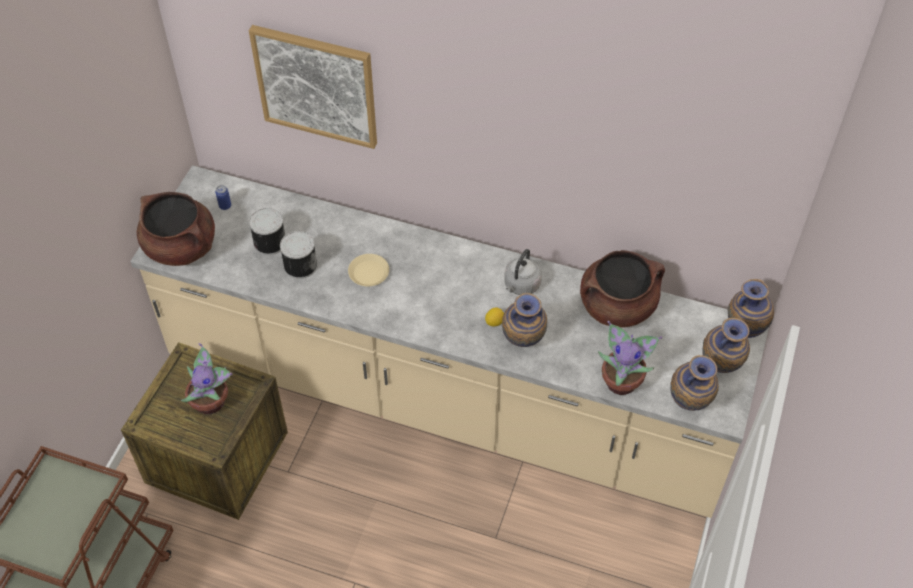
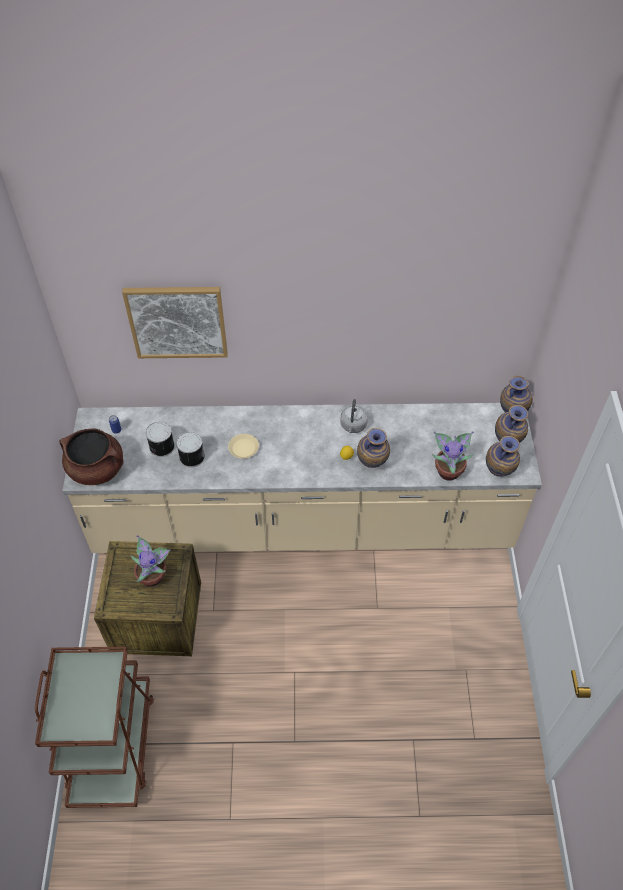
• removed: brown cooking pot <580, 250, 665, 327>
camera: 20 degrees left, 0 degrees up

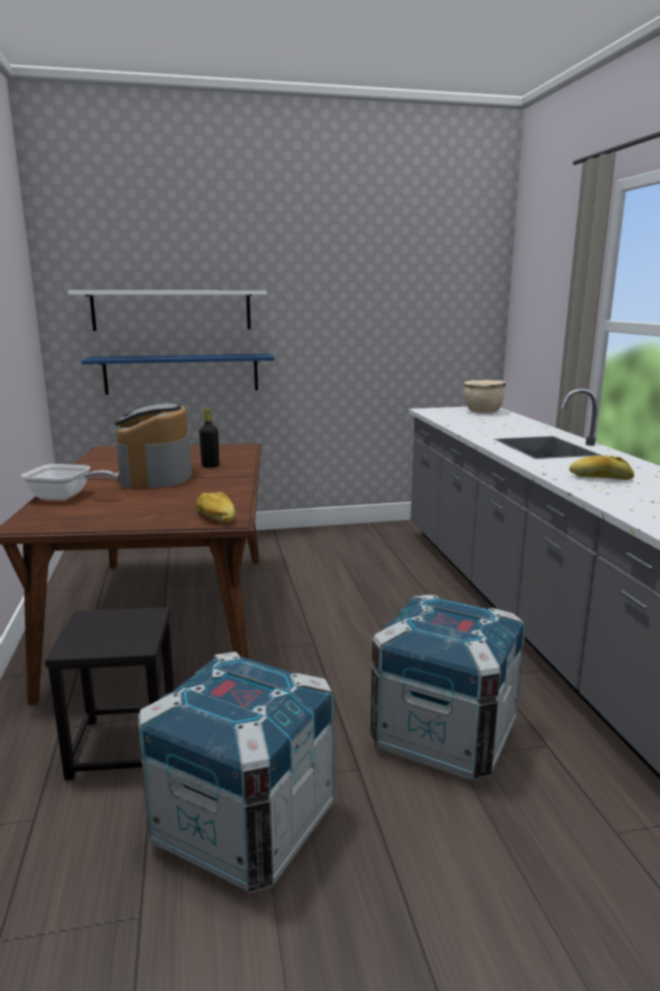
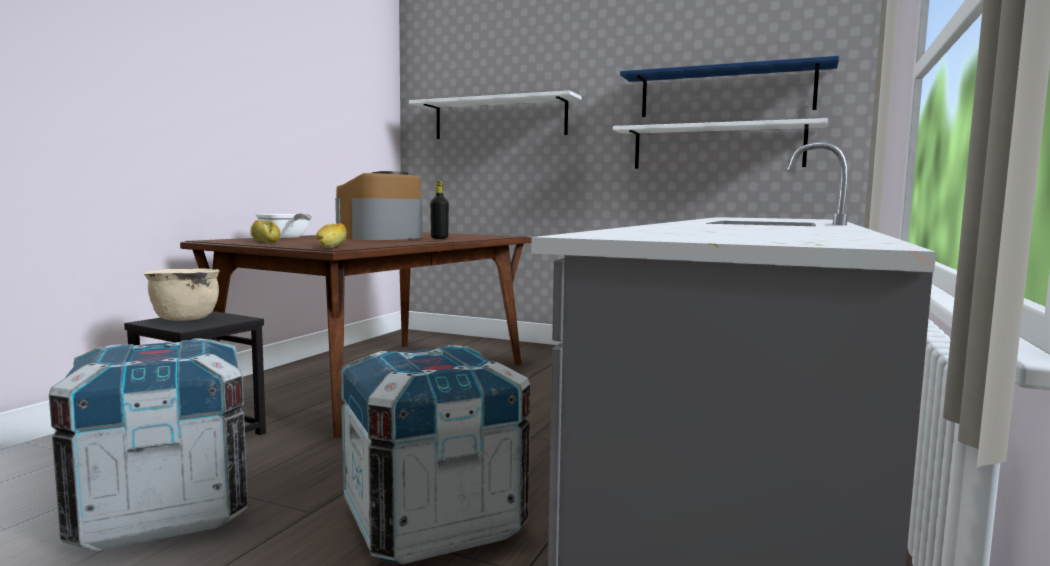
• moved: beige cooking pot <464, 380, 506, 413> to <144, 268, 220, 321>
• moved: bread <569, 455, 634, 480> to <250, 220, 280, 243>
• added: white shelf <613, 118, 828, 169>
• moved: blue shelf <82, 354, 274, 395> to <620, 56, 839, 117>
camera: 35 degrees right, 10 degrees down

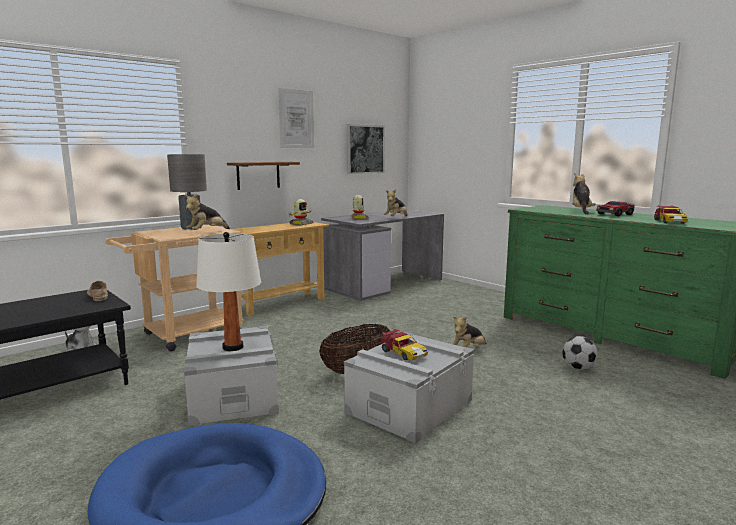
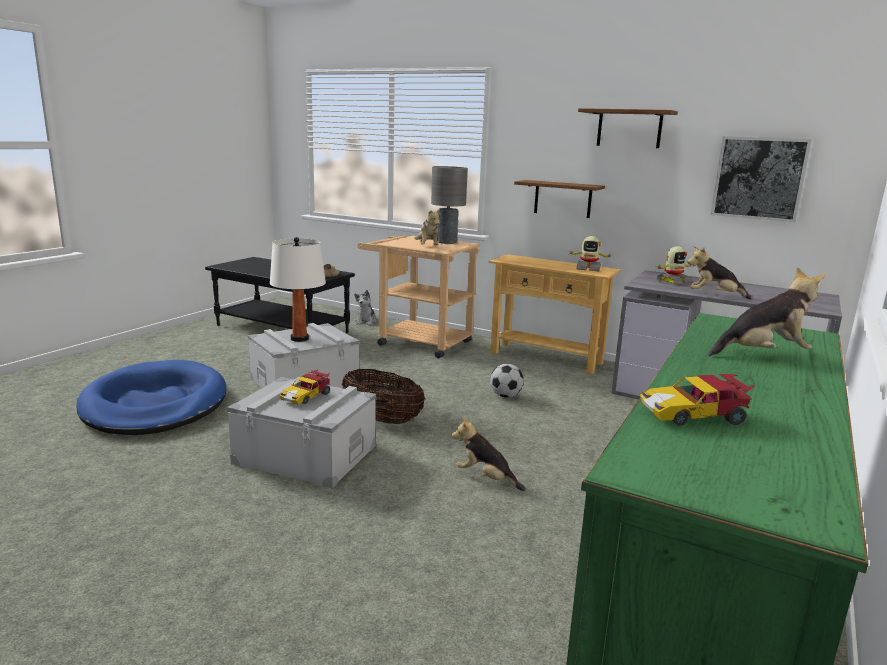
• turned: plush toy <184, 193, 230, 230> = <414, 208, 440, 245> 120 degrees counterclockwise
• moved: football <562, 336, 598, 370> to <490, 364, 524, 398>
• replaced: picture <278, 88, 314, 148> to brown shelf <578, 108, 678, 148>
• removed: toy car <596, 201, 635, 216>
camera: 70 degrees right, 5 degrees up

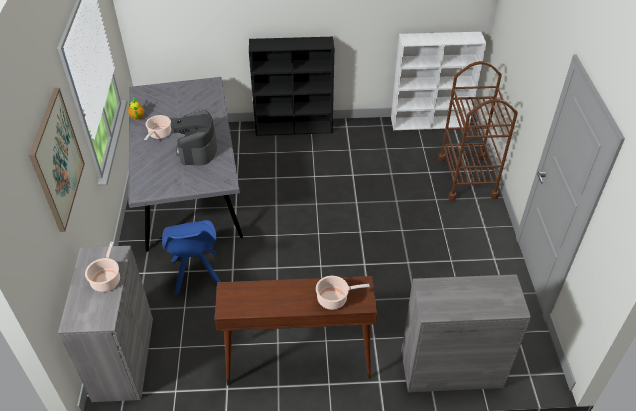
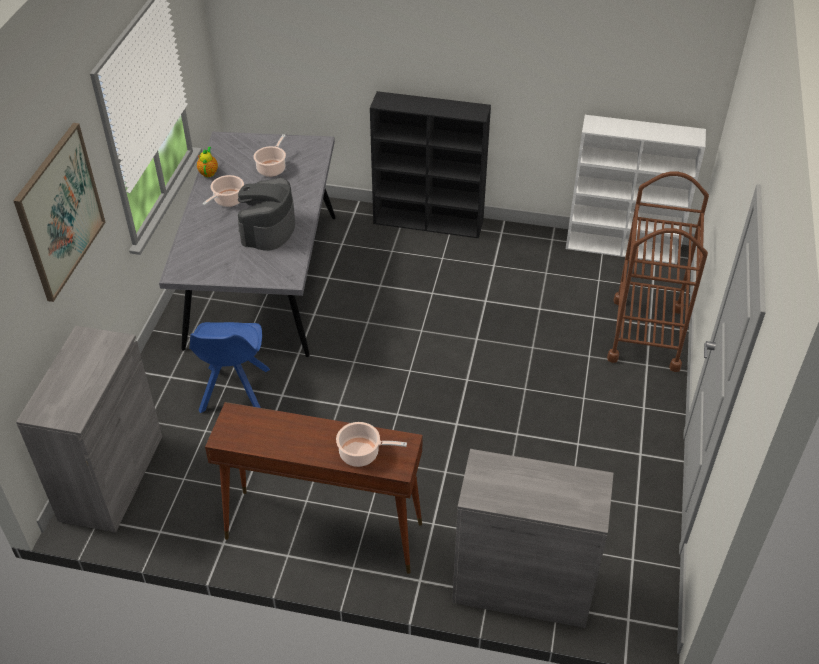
• moved: cooking pot <85, 242, 120, 292> to <254, 134, 286, 177>
camera: 15 degrees right, 0 degrees up

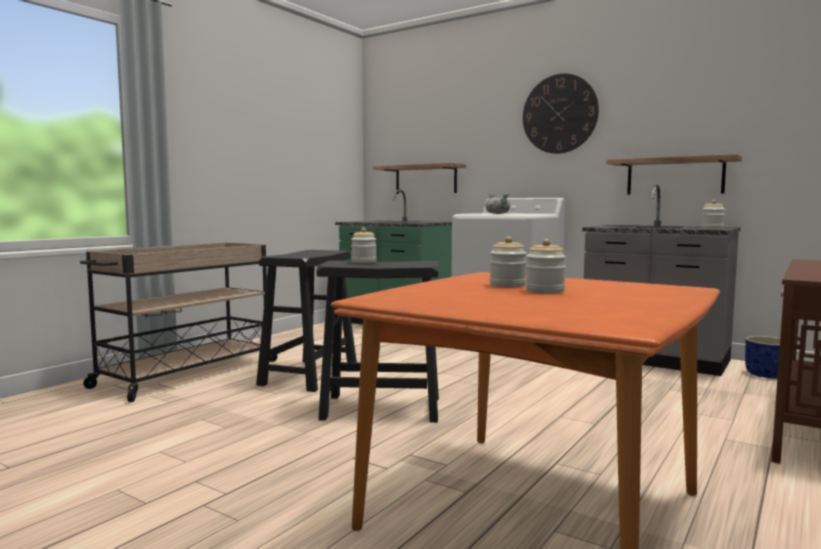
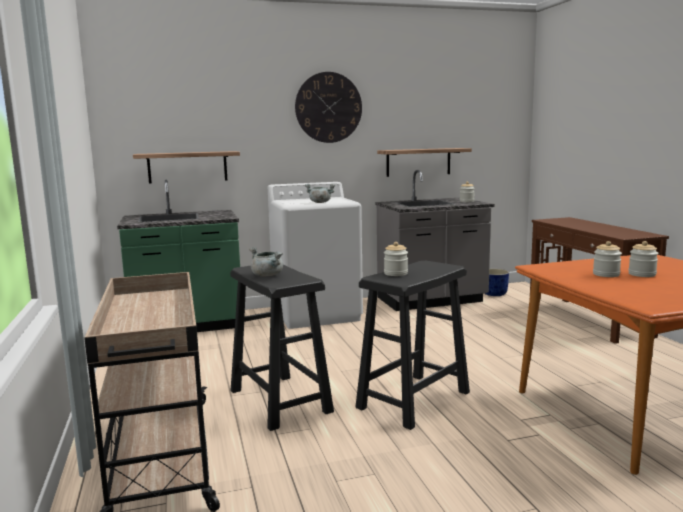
• added: grey cooking pot <249, 247, 283, 277>
camera: 50 degrees left, 5 degrees up

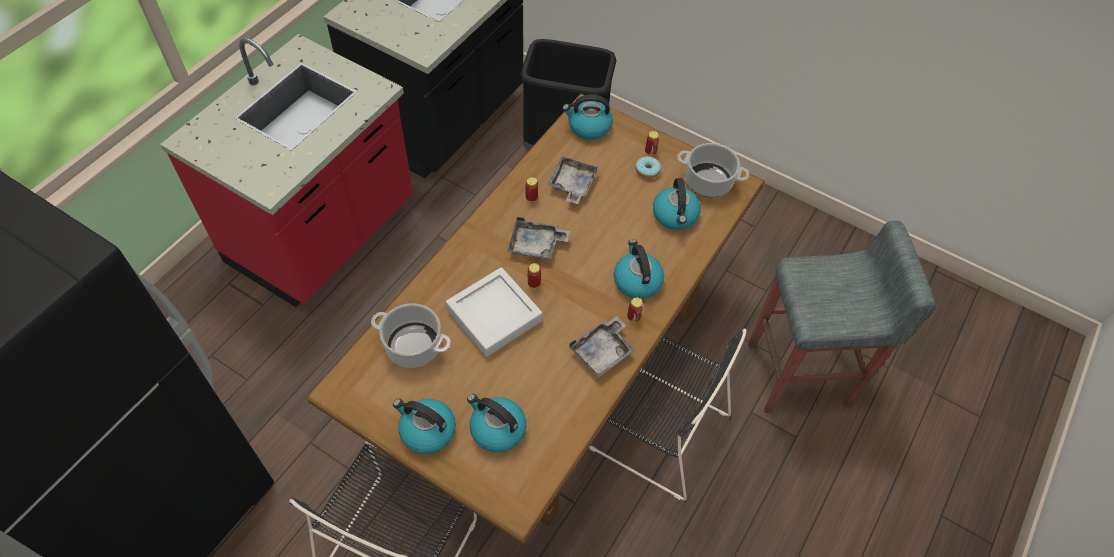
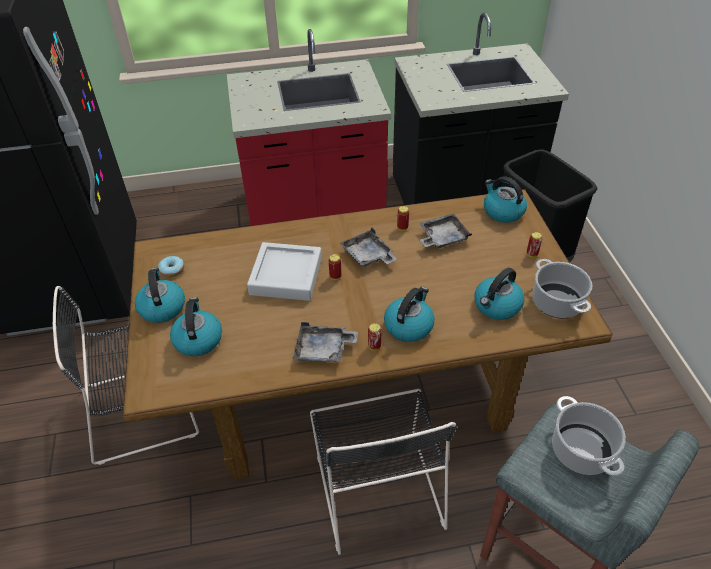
• moved: donut <636, 156, 661, 179> to <158, 256, 184, 277>
• moved: cooking pot <371, 303, 451, 368> to <552, 396, 626, 476>
camera: 50 degrees right, 10 degrees down

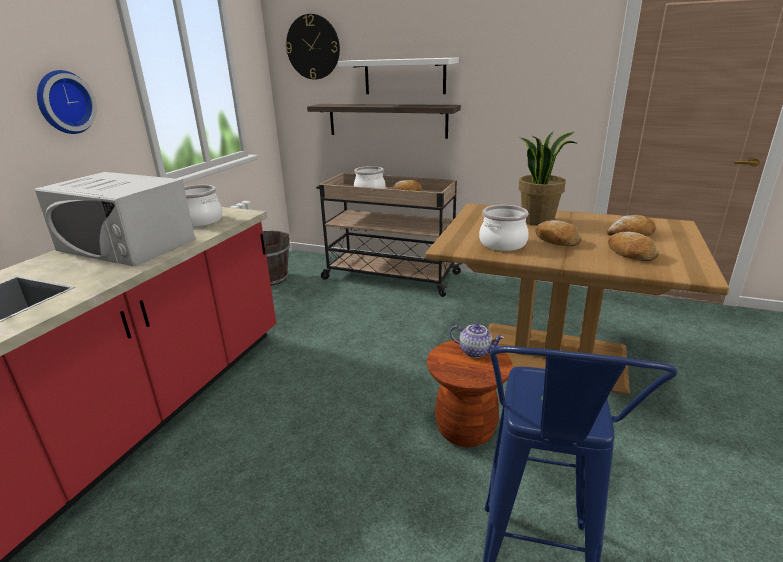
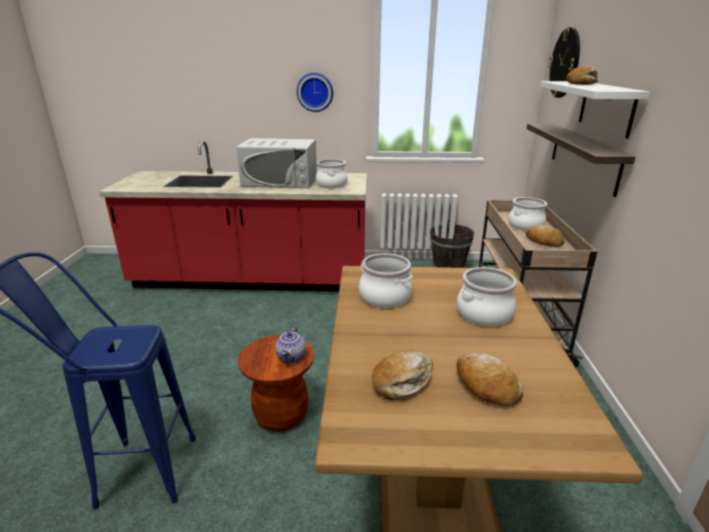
• turned: white microwave <35, 172, 195, 267> = <236, 138, 317, 188> 90 degrees counterclockwise
• replaced: potted plant <519, 132, 576, 226> to cooking pot <457, 267, 517, 326>
• moved: bread <535, 220, 581, 246> to <566, 66, 600, 85>
camera: 70 degrees right, 0 degrees up

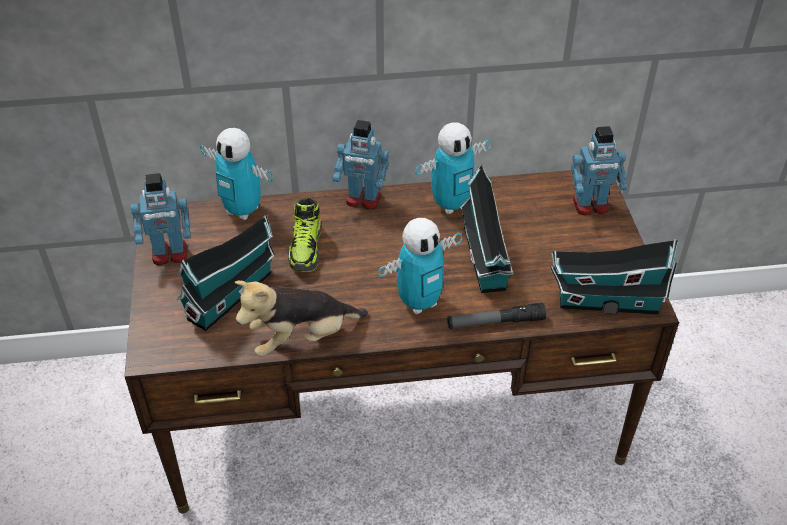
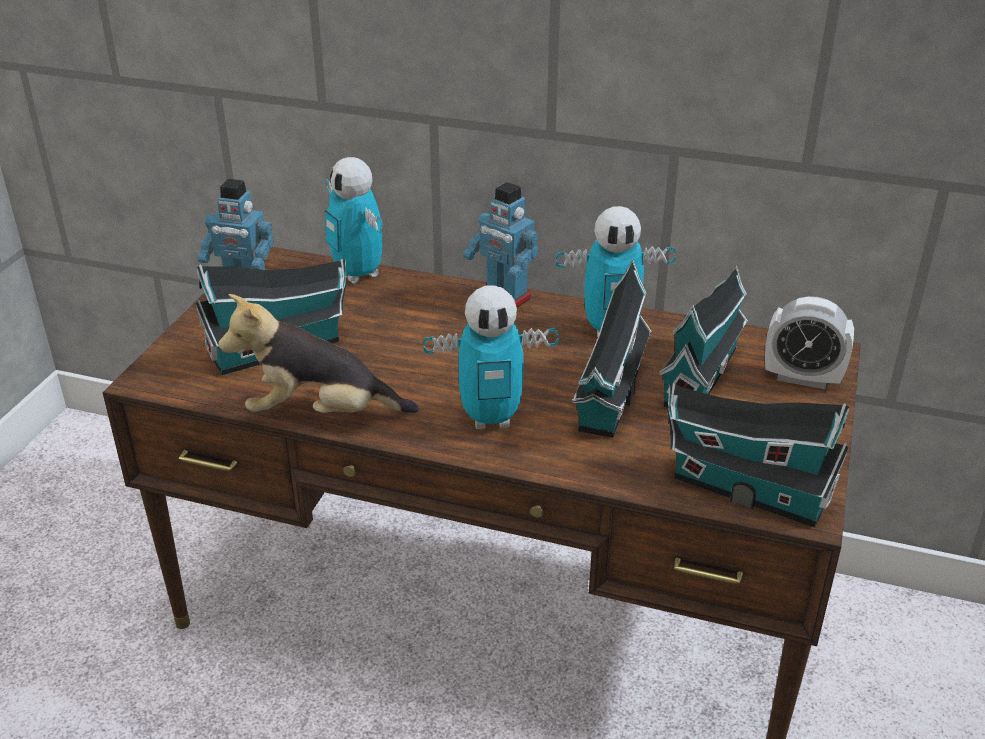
• added: toy house <659, 266, 748, 408>
• replaced: toy robot <571, 126, 627, 215> to alarm clock <765, 296, 854, 389>
• removed: shoe <288, 197, 321, 272>
• removed: flashlight <447, 303, 546, 329>
camera: 25 degrees right, 10 degrees down

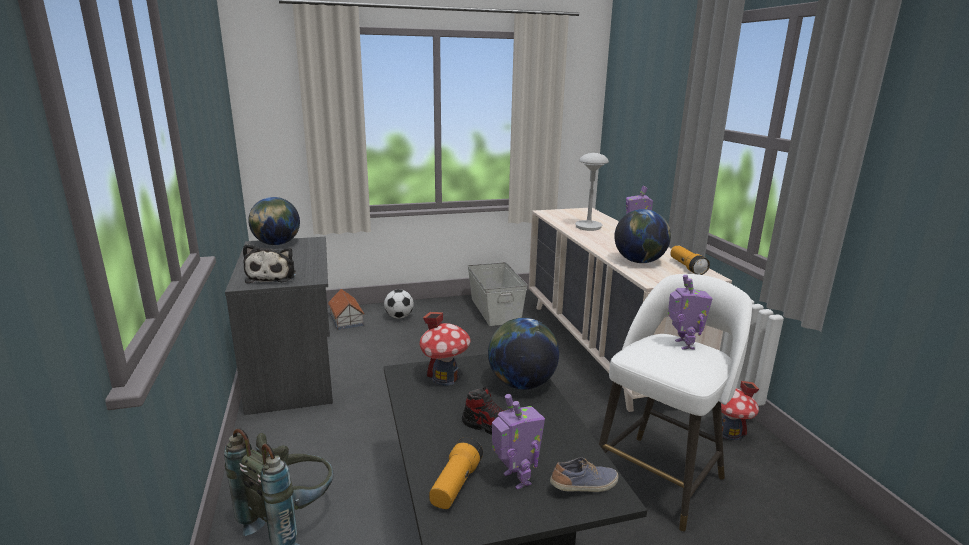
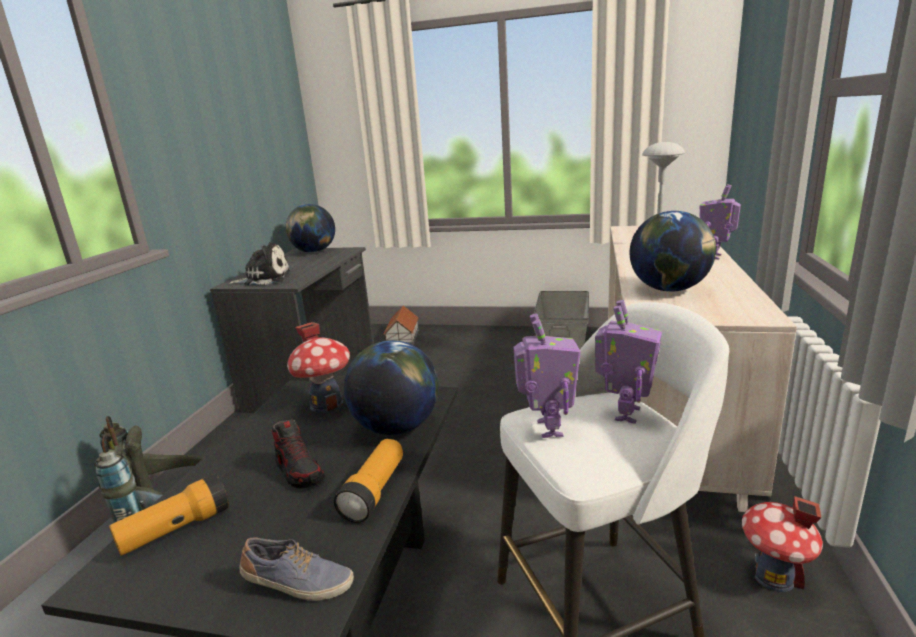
• turned: plush toy <243, 244, 296, 283> = <228, 242, 290, 285> 120 degrees counterclockwise
• moved: flashlight <670, 246, 710, 275> to <334, 439, 403, 523>
• moved: toy robot <492, 394, 545, 490> to <513, 314, 581, 438>
• removed: football <384, 289, 414, 319>
camera: 30 degrees right, 0 degrees up

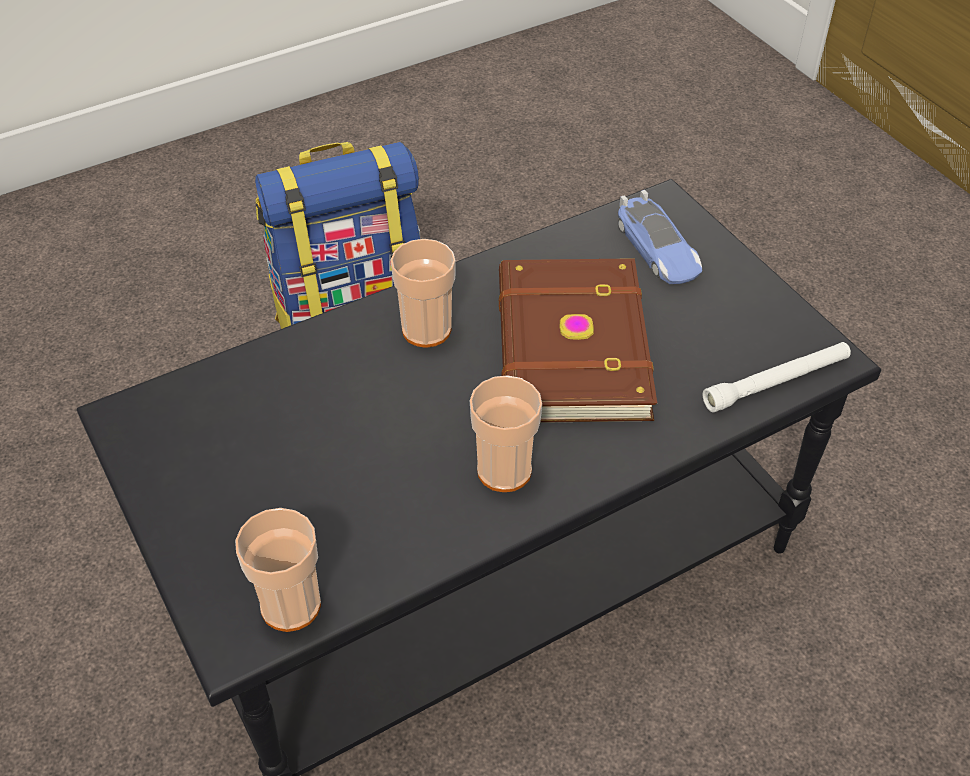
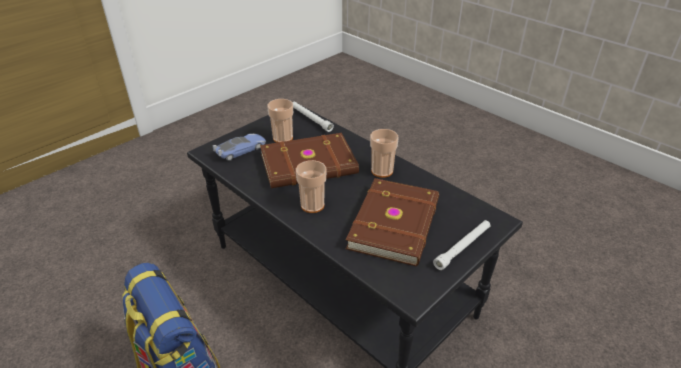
• moved: cup <235, 508, 321, 632> to <267, 99, 293, 143>
• added: brown book <346, 178, 439, 266>
• added: white flashlight <433, 220, 491, 270>
camera: 105 degrees left, 10 degrees down

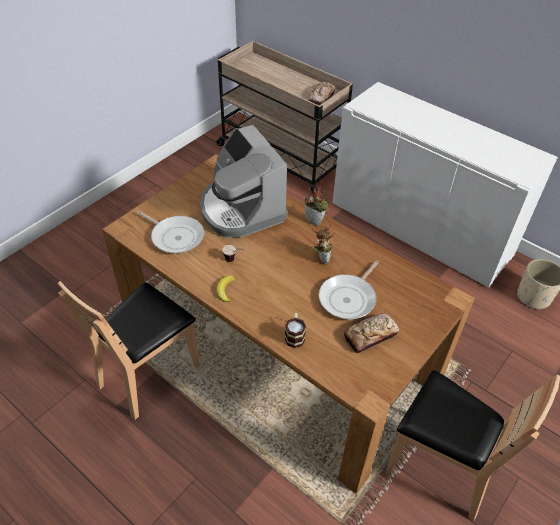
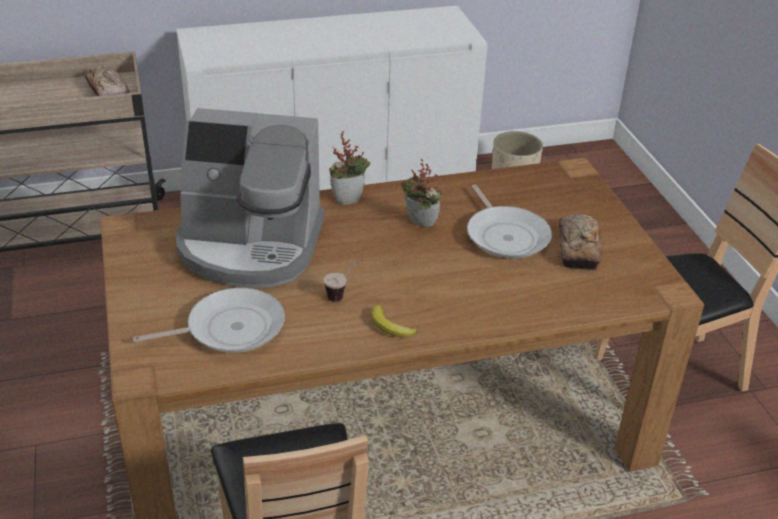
• removed: mug <285, 313, 306, 348>
camera: 55 degrees left, 10 degrees down

